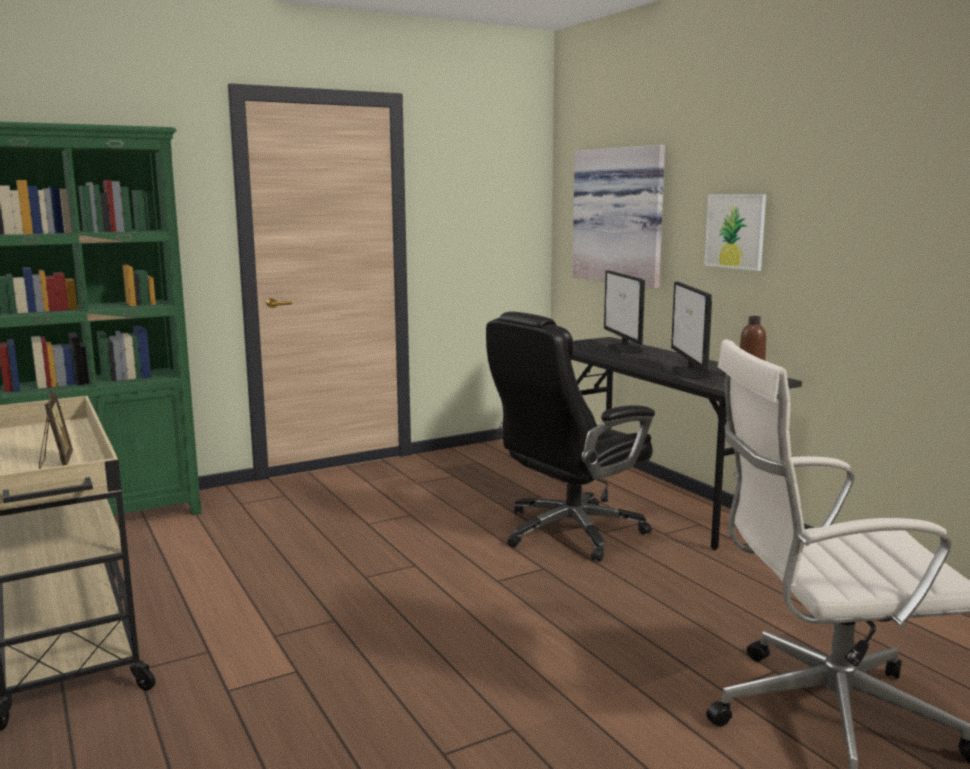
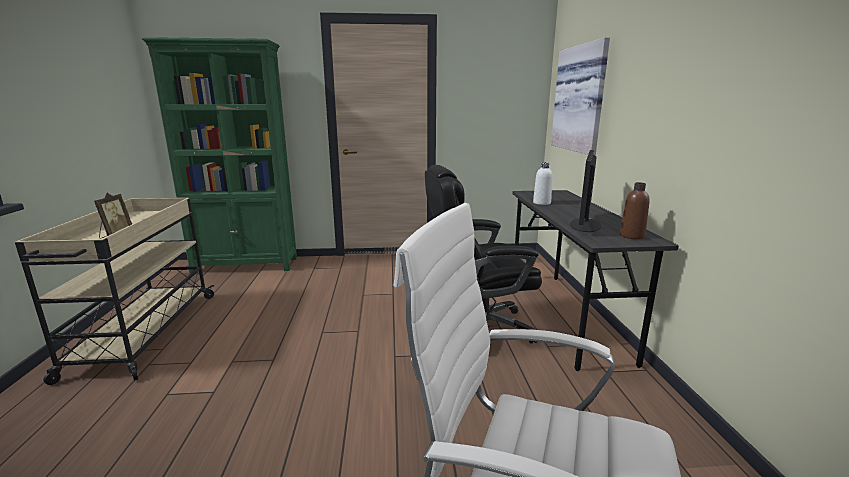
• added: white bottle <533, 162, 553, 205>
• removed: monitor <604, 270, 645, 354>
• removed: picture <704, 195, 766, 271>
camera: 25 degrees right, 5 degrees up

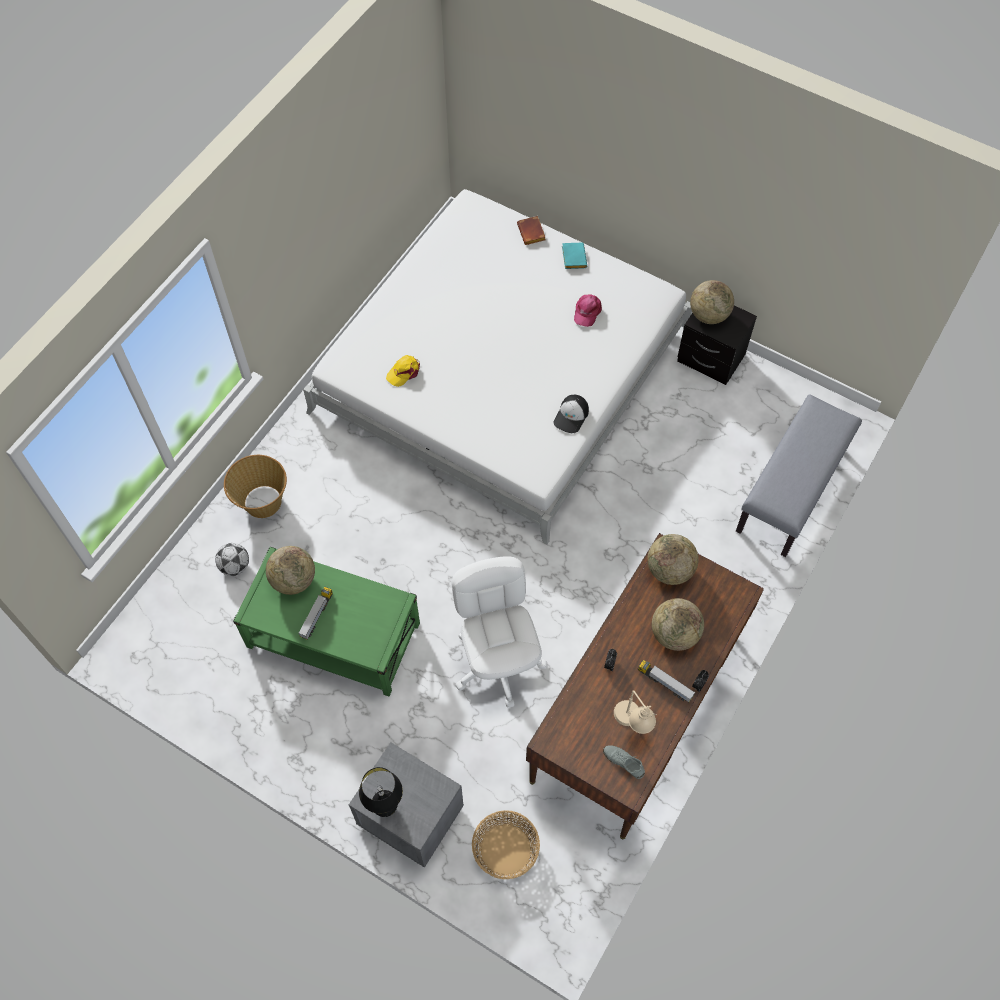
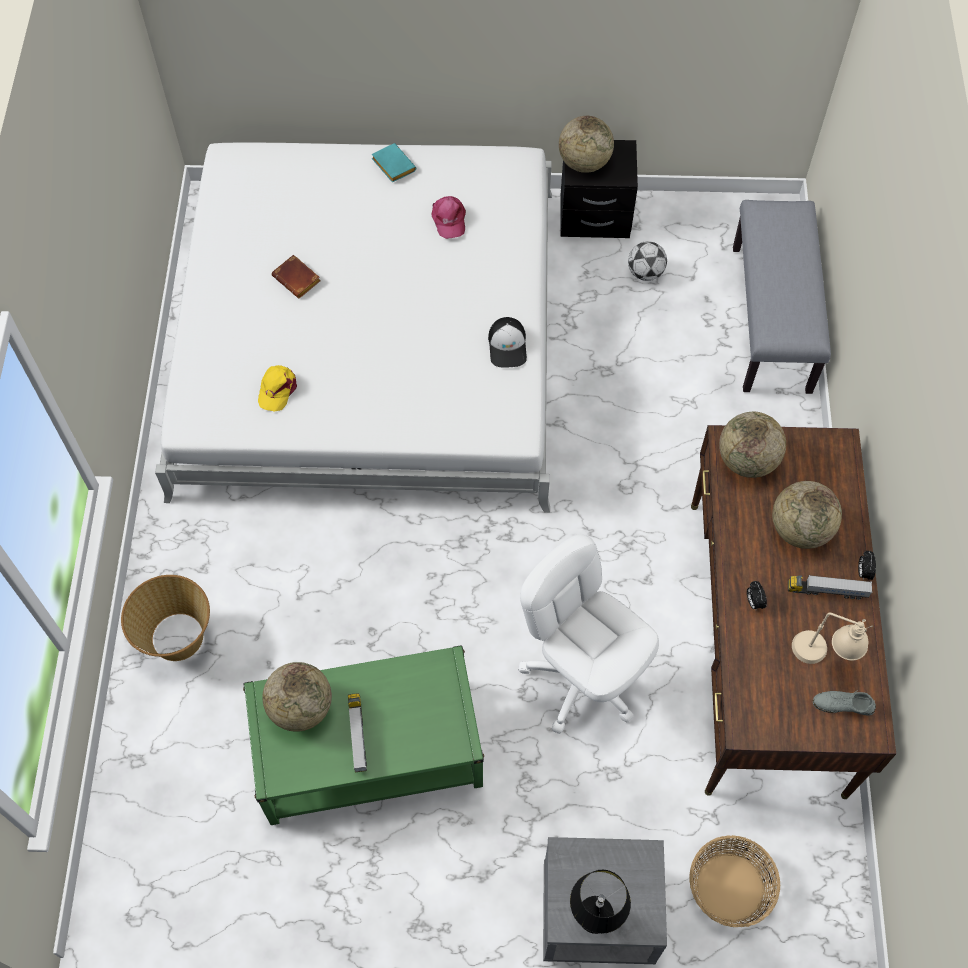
• moved: brown book <517, 216, 546, 245> to <272, 255, 321, 298>
• moved: football <215, 543, 249, 576> to <628, 241, 667, 281>
camera: 30 degrees left, 0 degrees up

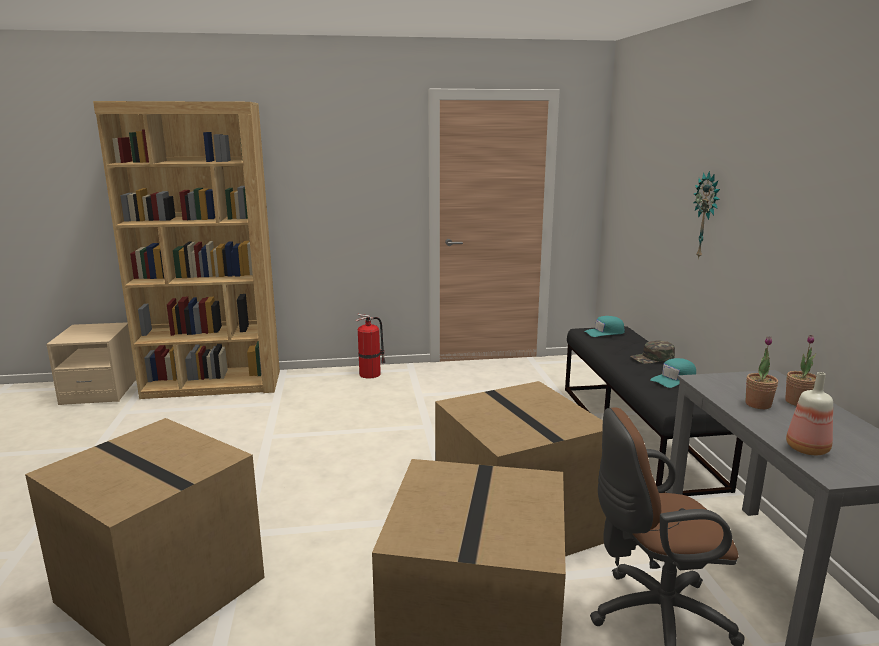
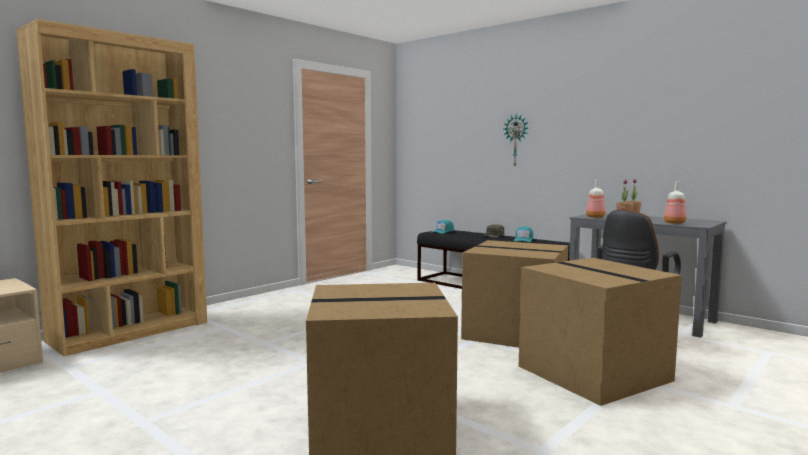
• added: bottle <586, 179, 606, 218>
• removed: fire extinguisher <356, 314, 386, 379>
camera: 40 degrees left, 10 degrees down

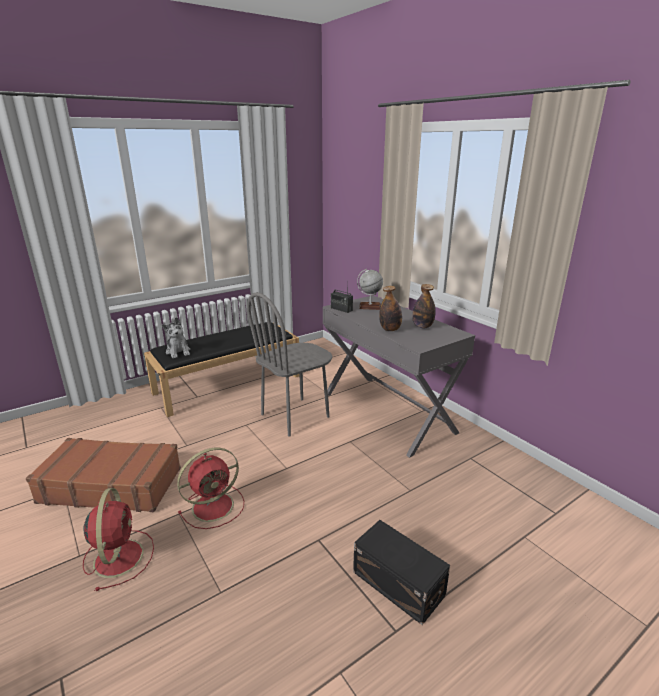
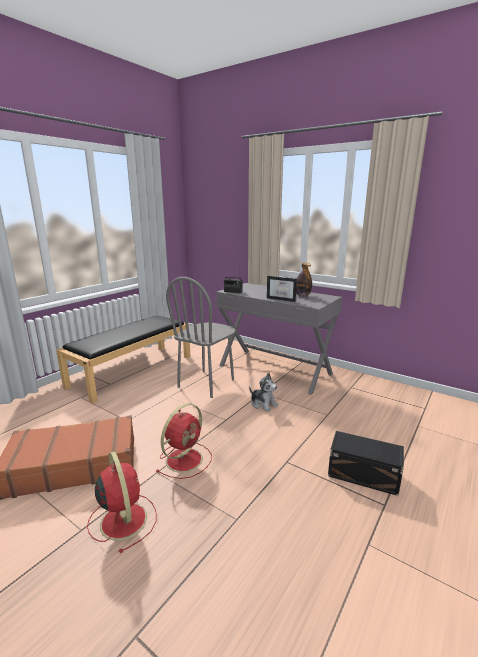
• moved: plush toy <162, 317, 190, 358> to <249, 372, 278, 412>
• replaced: bottle <379, 286, 402, 331> to picture frame <267, 276, 297, 302>
• removed: globe <357, 269, 383, 310>
camera: 20 degrees left, 5 degrees down

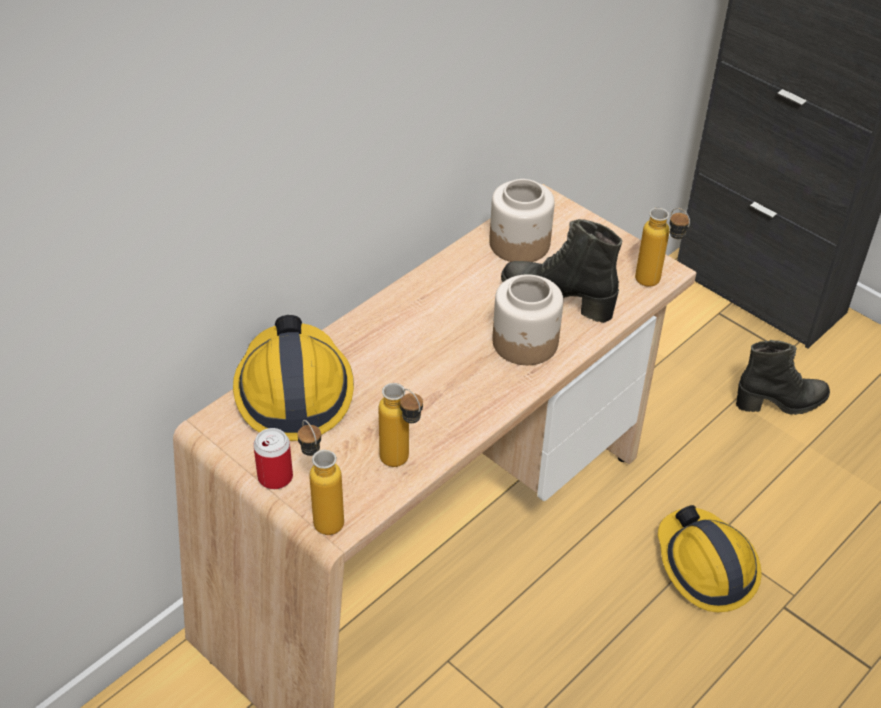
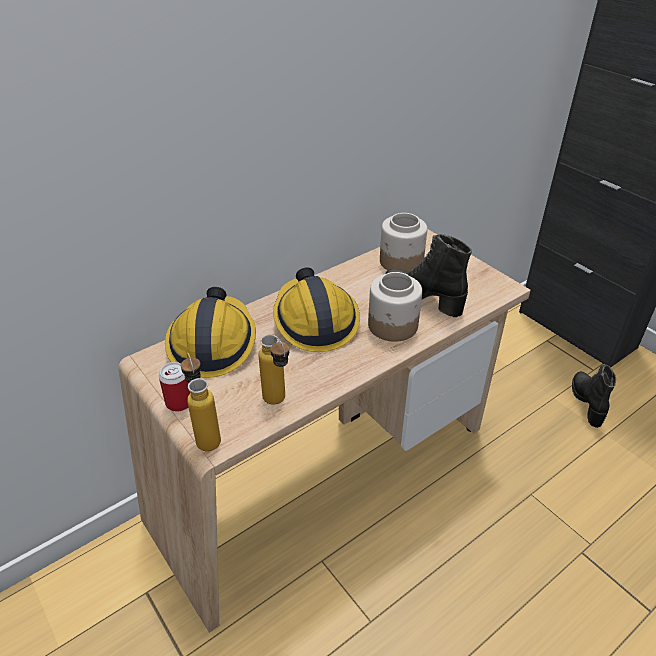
• moved: hard hat <658, 505, 762, 612> to <273, 268, 360, 352>
• turned: black boot <736, 339, 830, 415> = <572, 364, 616, 428> 90 degrees counterclockwise
• removed: bottle <635, 208, 690, 287>
camera: 10 degrees right, 5 degrees down

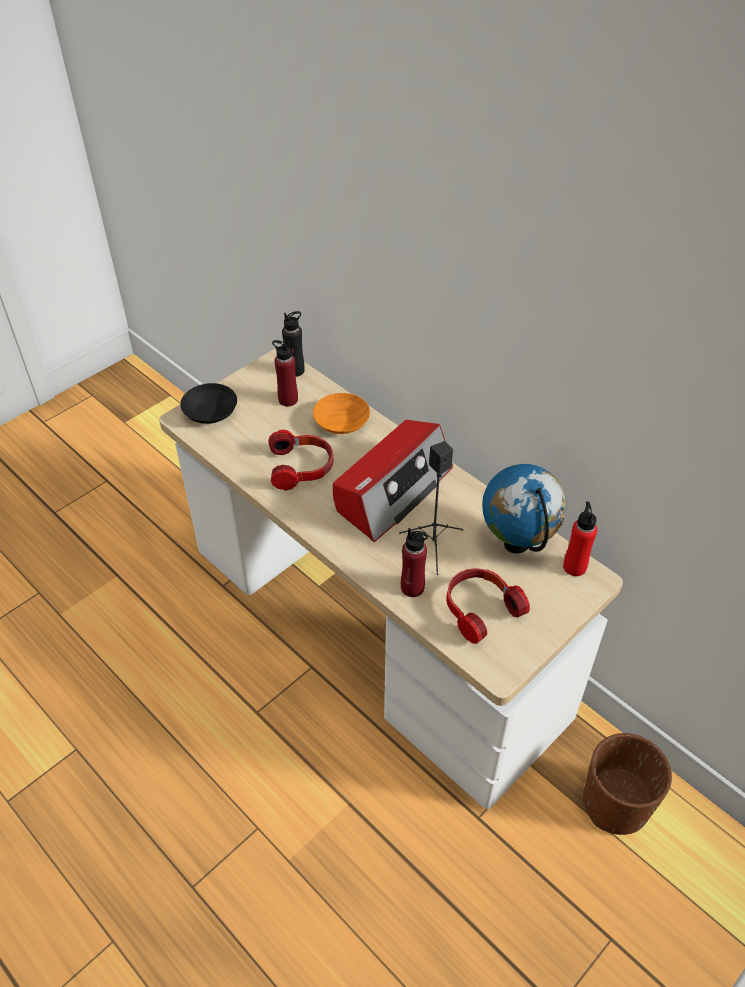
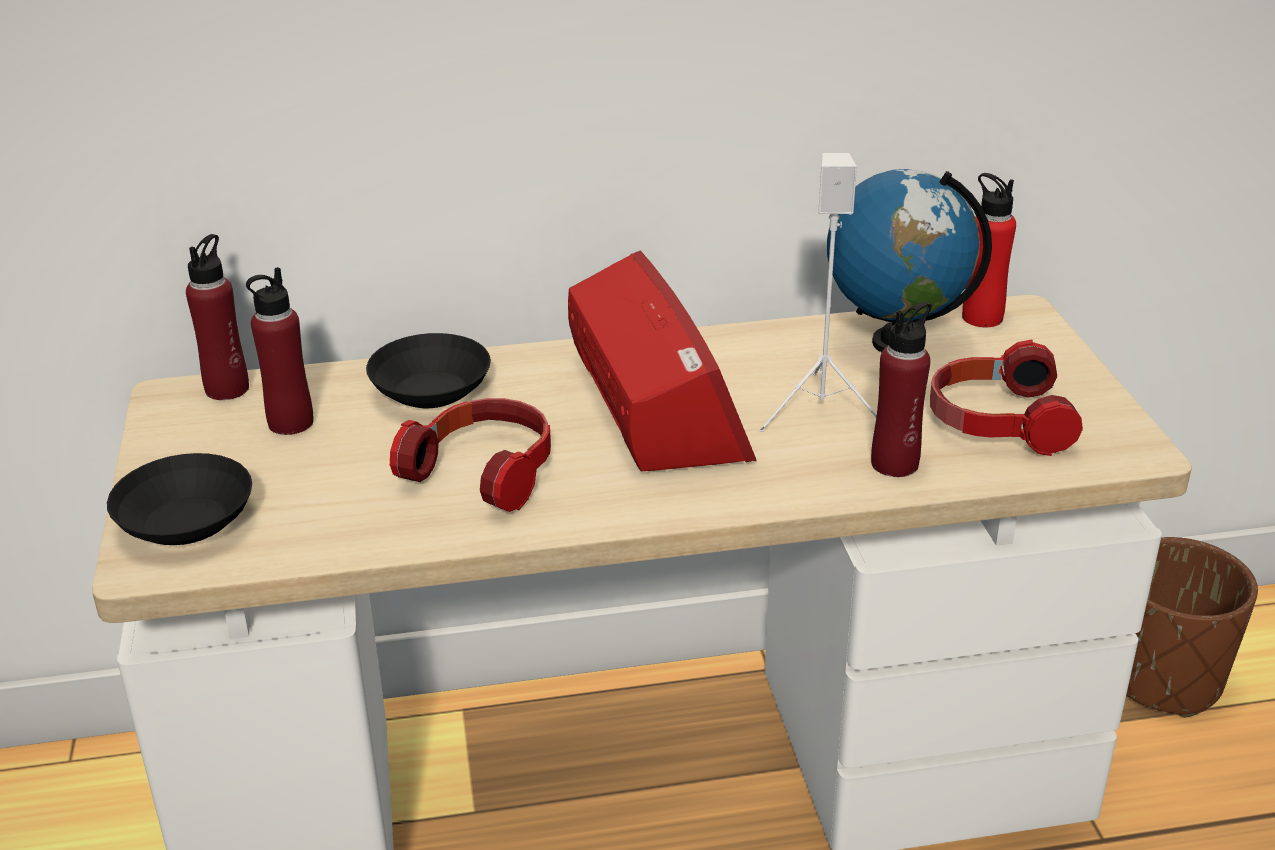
• recoloured: black bottle <282, 311, 305, 377> to red bottle <186, 234, 249, 400>
• recoloured: orange bowl <313, 393, 370, 434> to black bowl <366, 333, 491, 408>
• recoloured: black speaker <399, 441, 463, 575> to white speaker <759, 153, 877, 432>
camera: 55 degrees left, 15 degrees down

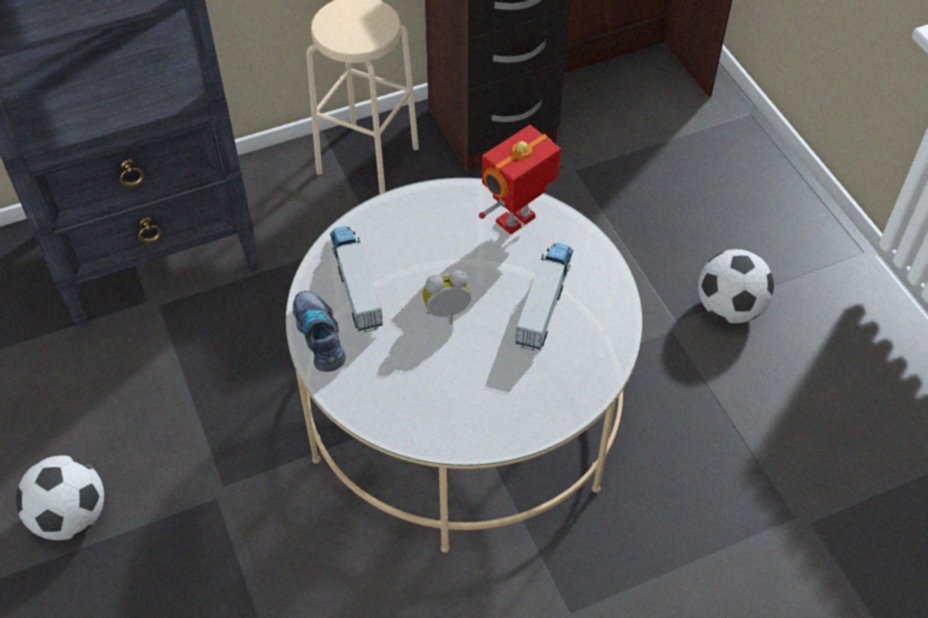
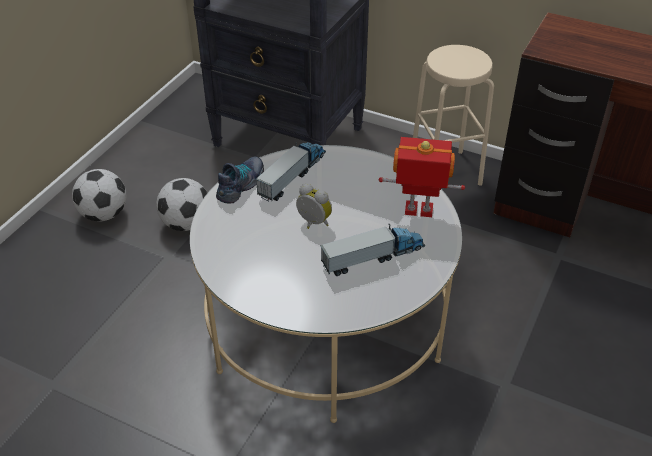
• moved: football <698, 249, 774, 323> to <156, 178, 207, 231>
camera: 50 degrees right, 10 degrees down

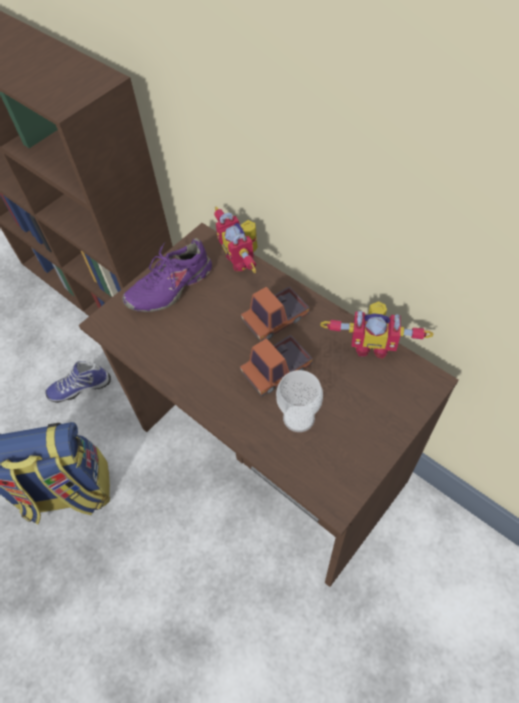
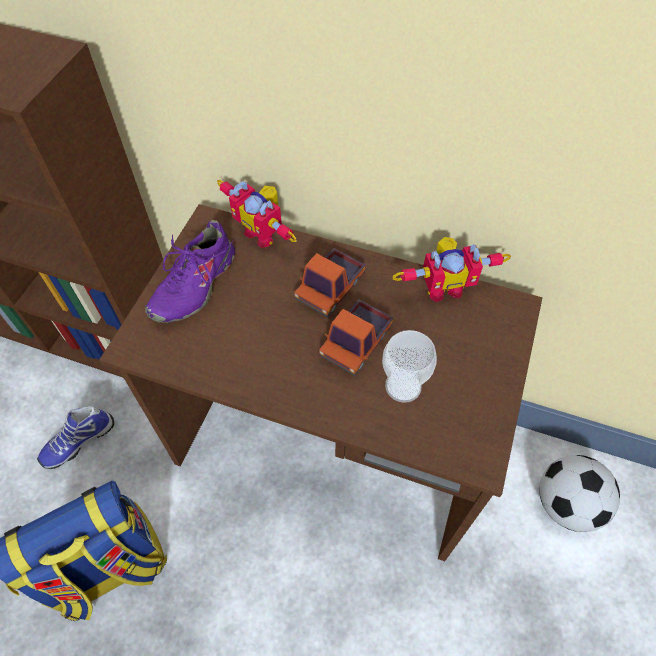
• added: football <539, 455, 620, 532>
camera: 25 degrees left, 0 degrees up

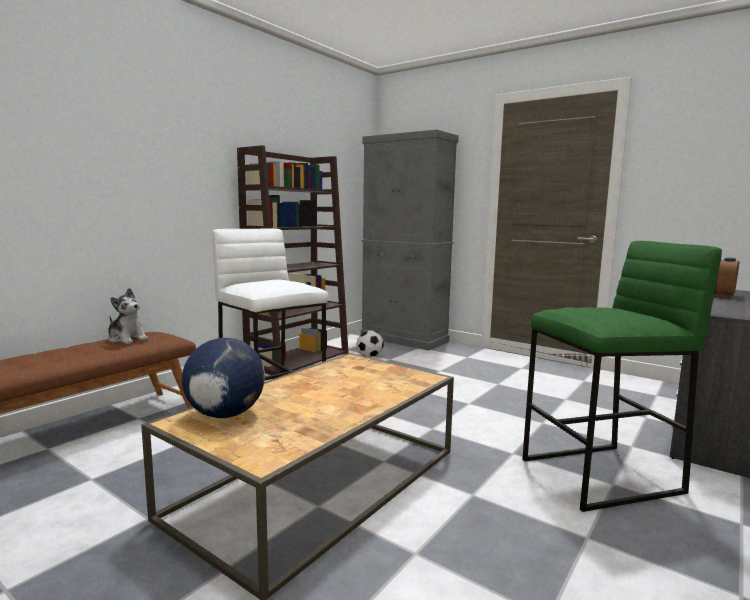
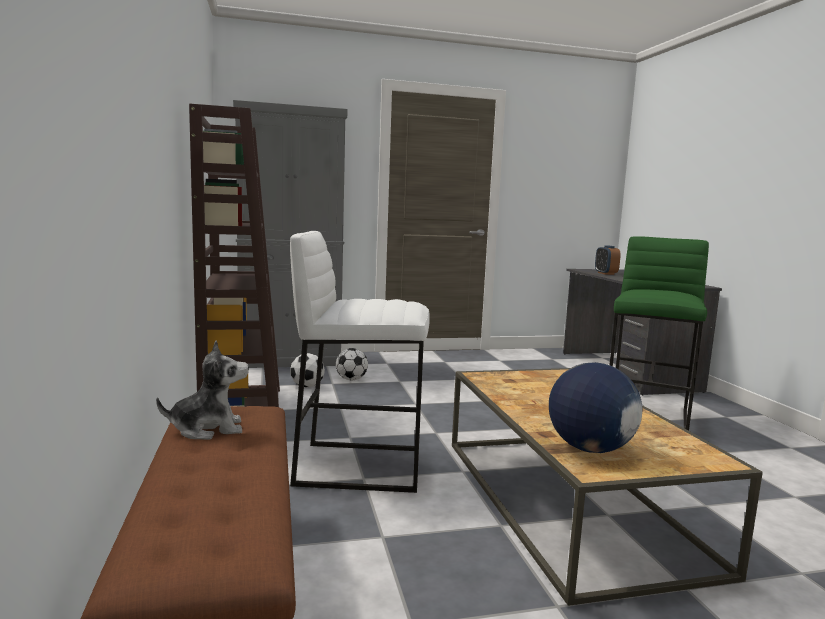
• added: football <336, 348, 368, 380>
camera: 50 degrees left, 0 degrees up

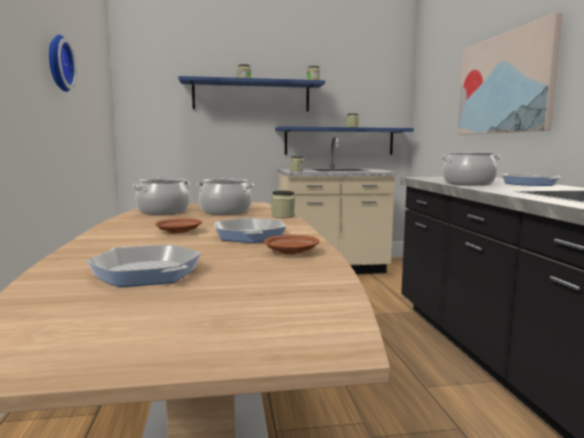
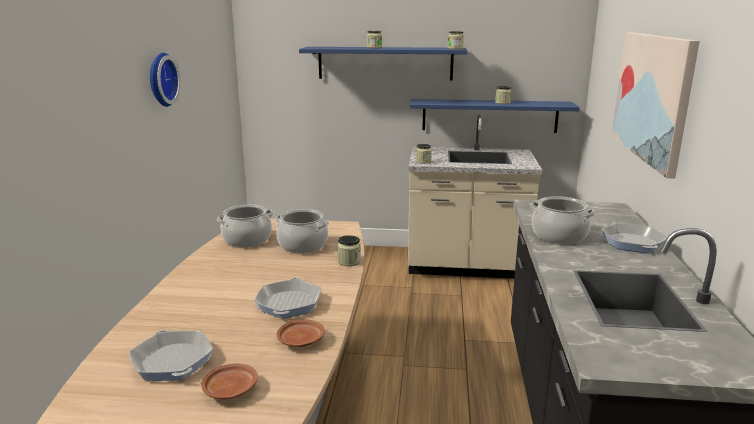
• moved: brown plate <155, 218, 202, 234> to <201, 364, 258, 399>
camera: 15 degrees right, 10 degrees up

